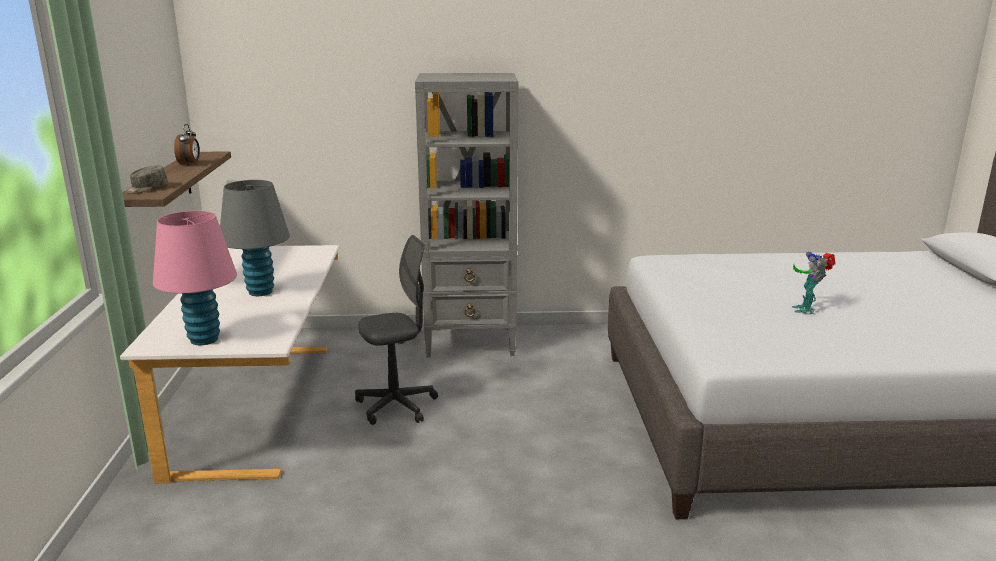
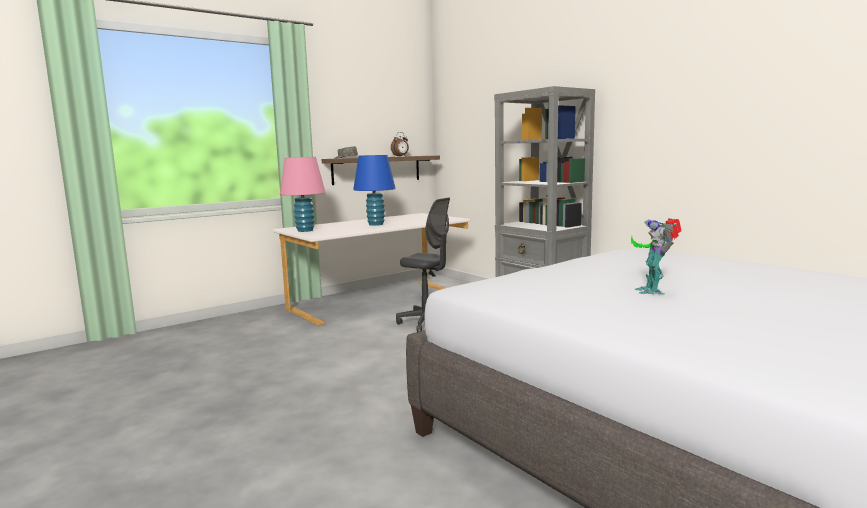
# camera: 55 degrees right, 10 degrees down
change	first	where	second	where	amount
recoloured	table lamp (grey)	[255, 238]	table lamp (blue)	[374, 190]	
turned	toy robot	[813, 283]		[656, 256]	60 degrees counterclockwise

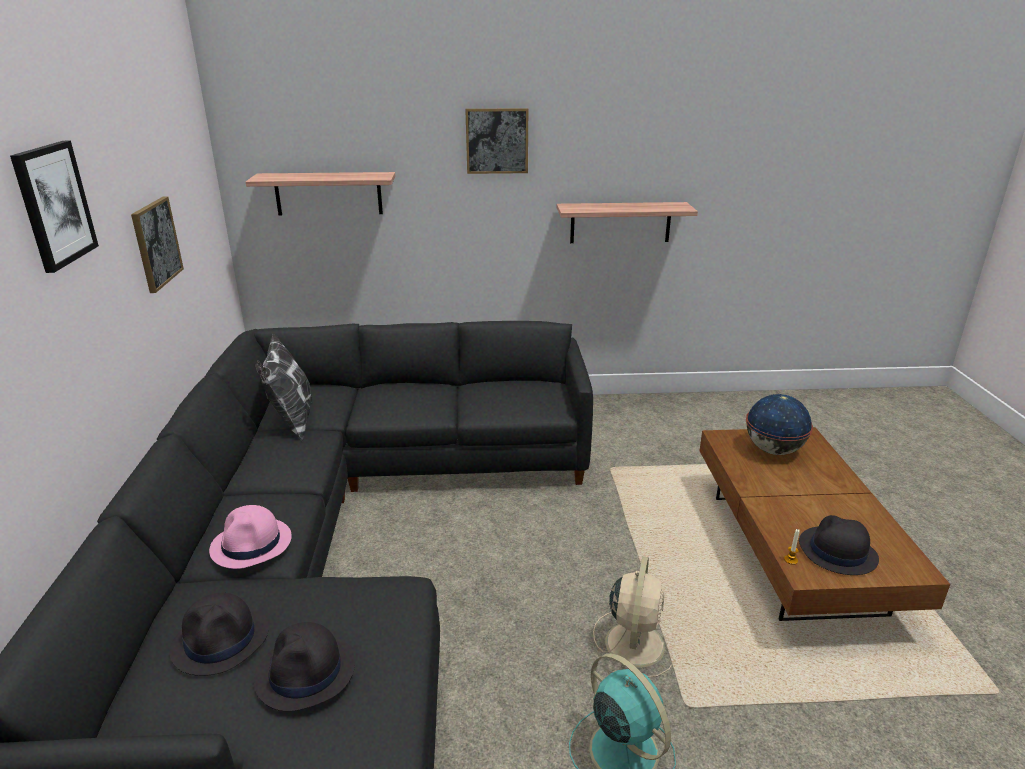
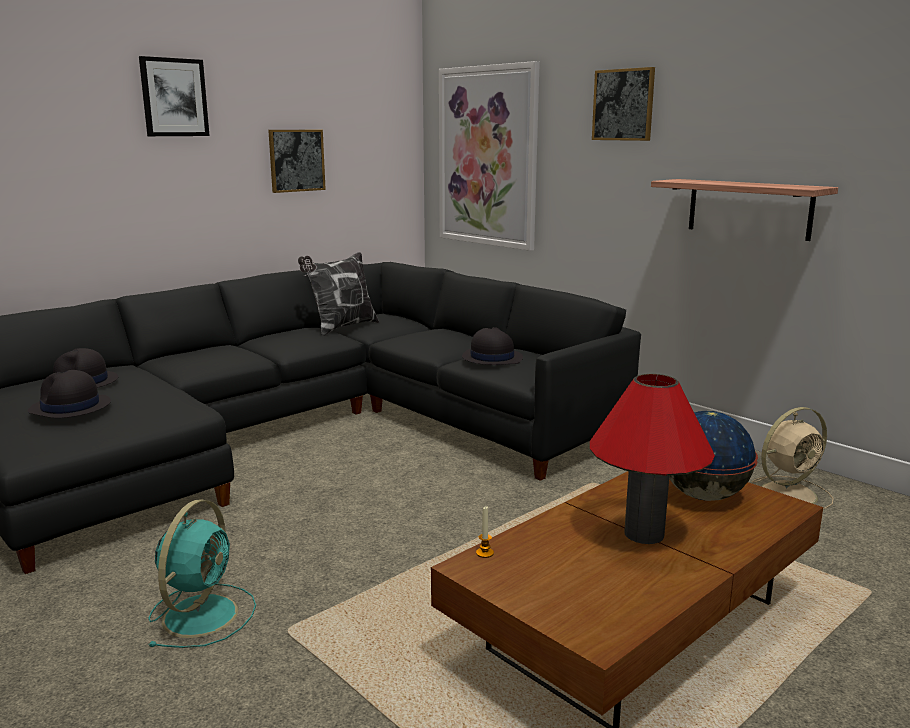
# camera: 50 degrees right, 10 degrees down
change	first	where	second	where	amount
removed	hat (pink)	[250, 537]			
replaced	shelf	[320, 194]	picture	[489, 156]	
moved	fan (beige)	[633, 616]		[792, 458]	
moved	hat (black)	[839, 545]		[492, 346]	
added			table lamp (red)	[652, 459]	

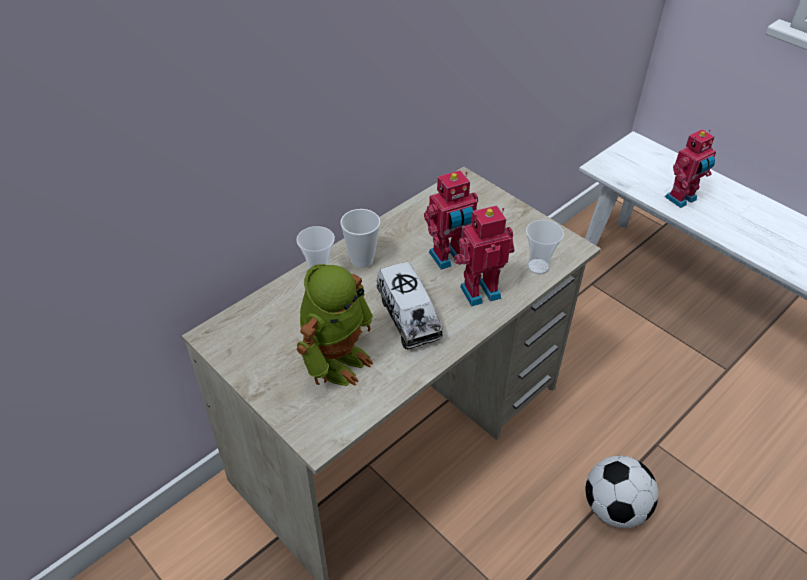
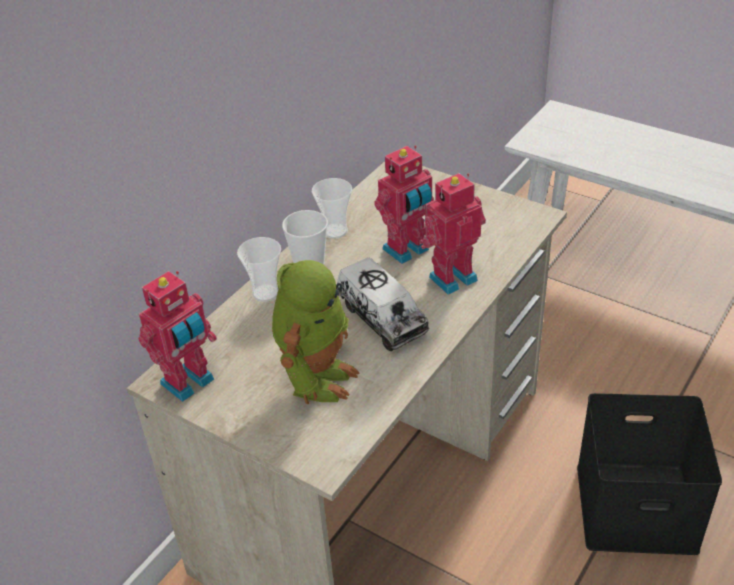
# camera: 10 degrees left, 5 degrees down
change	first	where	second	where	amount
moved	cup	[545, 247]		[332, 208]	
replaced	football	[622, 492]	storage box (black)	[649, 474]	
moved	toy robot	[690, 168]		[177, 336]	

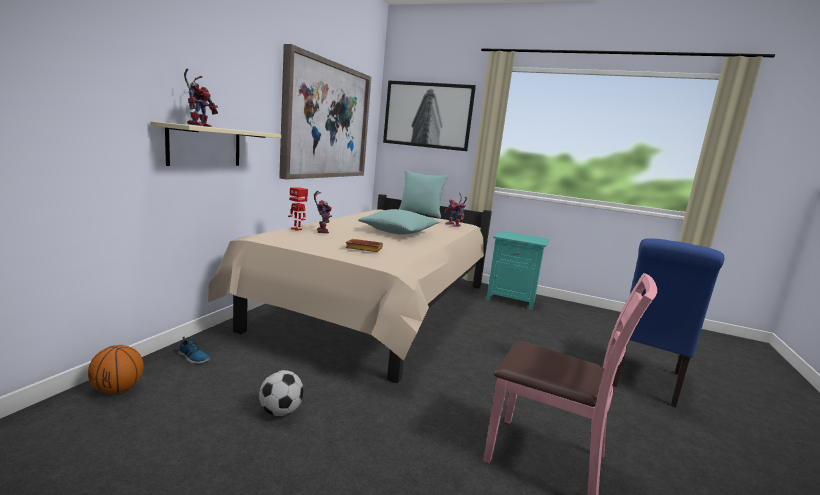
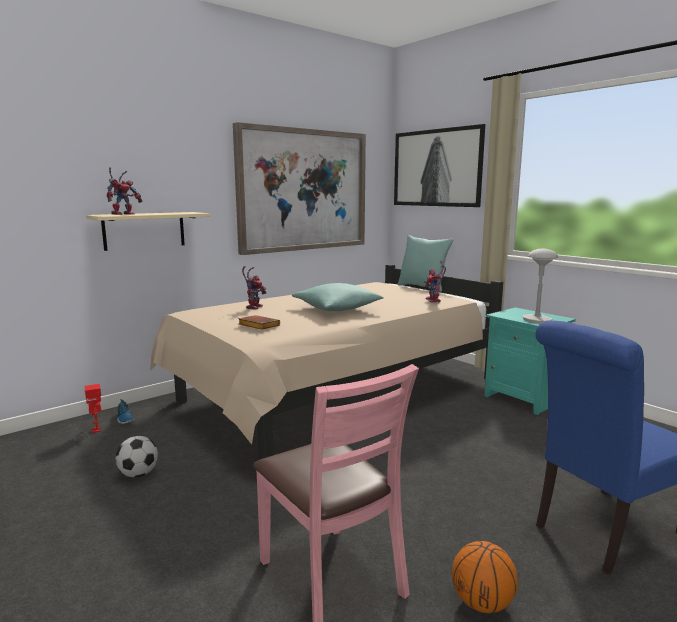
# camera: 30 degrees right, 0 degrees up
change	first	where	second	where	amount
moved	basketball	[116, 369]		[485, 577]	
moved	toy robot	[298, 209]		[93, 408]	
added			table lamp (grey)	[540, 286]	

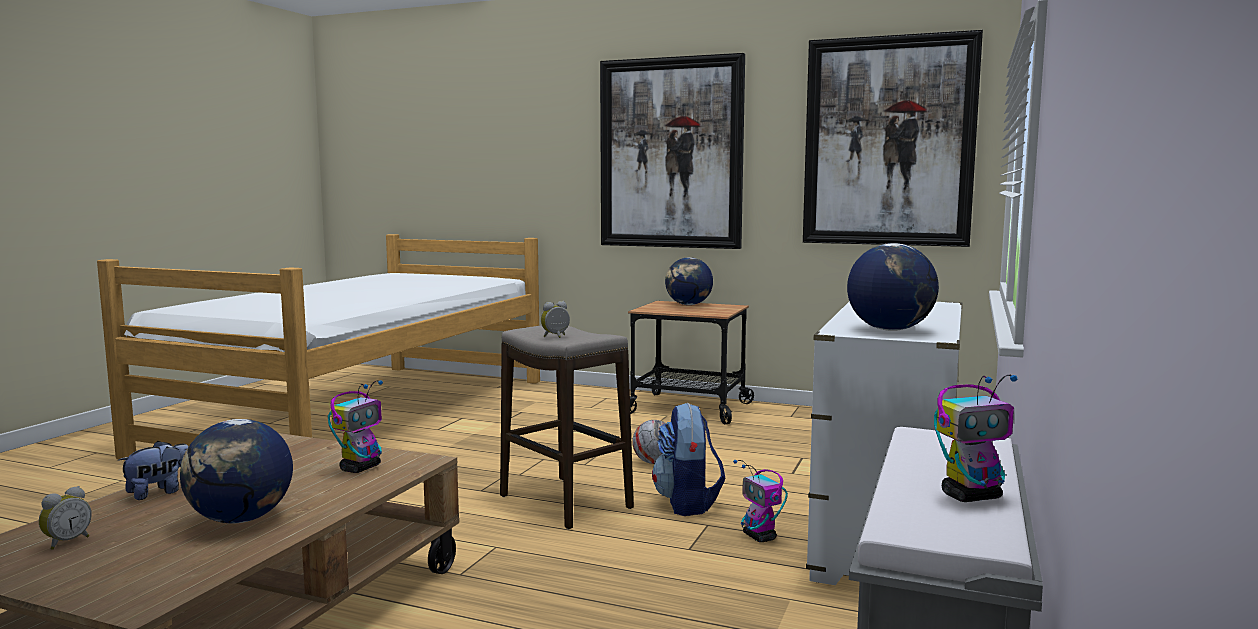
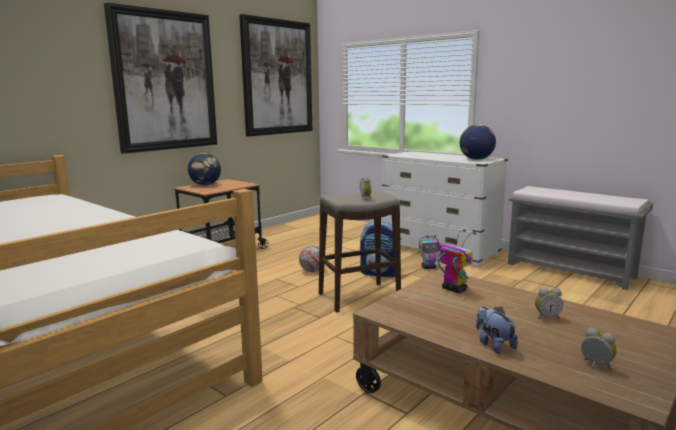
# camera: 70 degrees left, 5 degrees up
change	first	where	second	where	amount
replaced	globe	[236, 471]	alarm clock	[549, 303]	
removed	toy robot	[975, 438]			

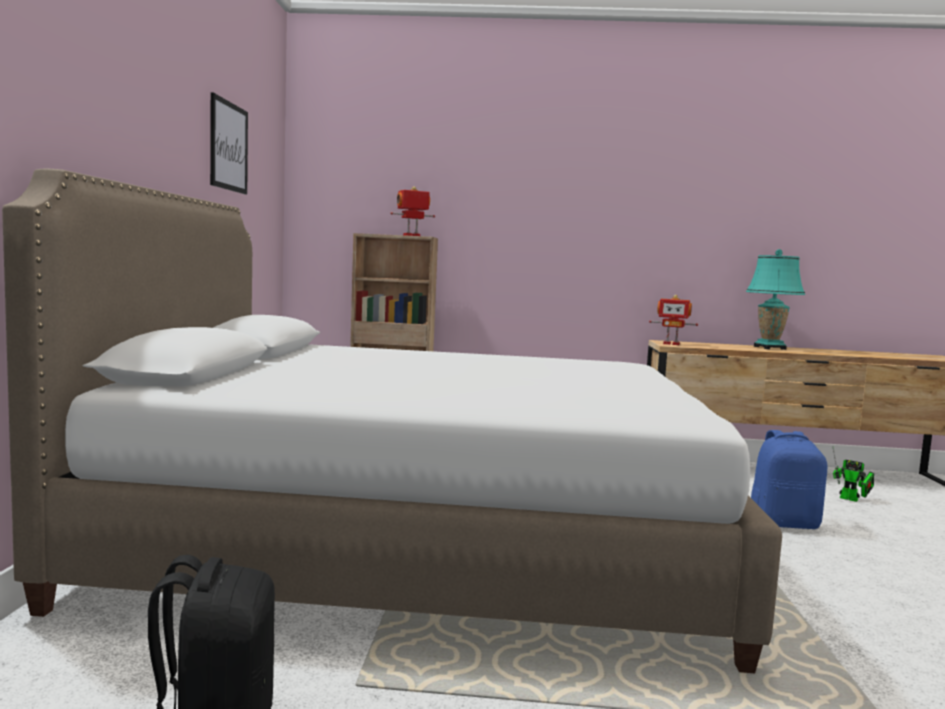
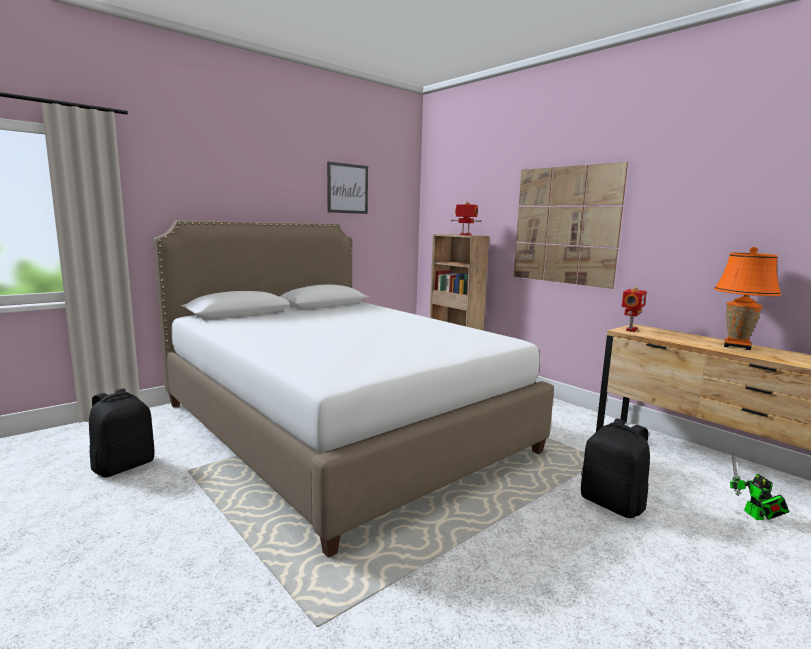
# camera: 45 degrees right, 5 degrees up
change	first	where	second	where	amount
turned	toy robot	[673, 320]		[634, 309]	120 degrees counterclockwise
recoloured	table lamp (turquoise)	[775, 299]	table lamp (orange)	[748, 298]	
recoloured	backpack (blue)	[789, 479]	backpack (black)	[615, 468]	
added			picture	[571, 225]	

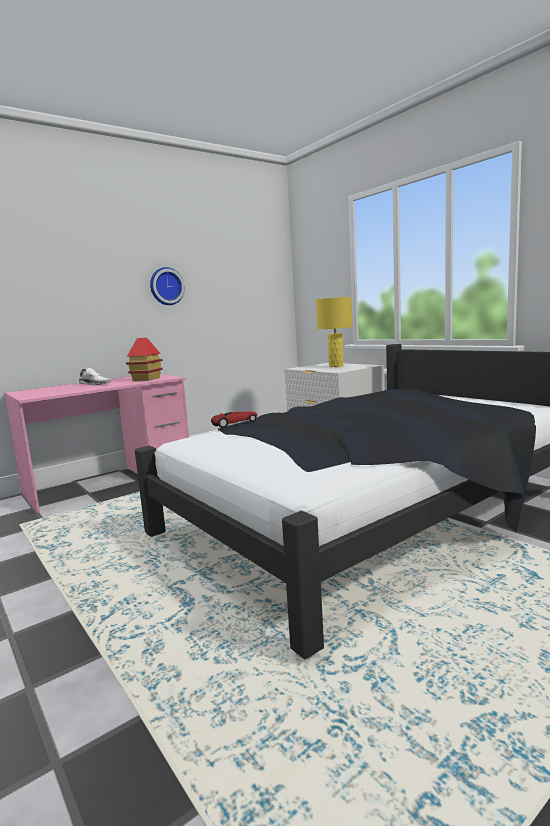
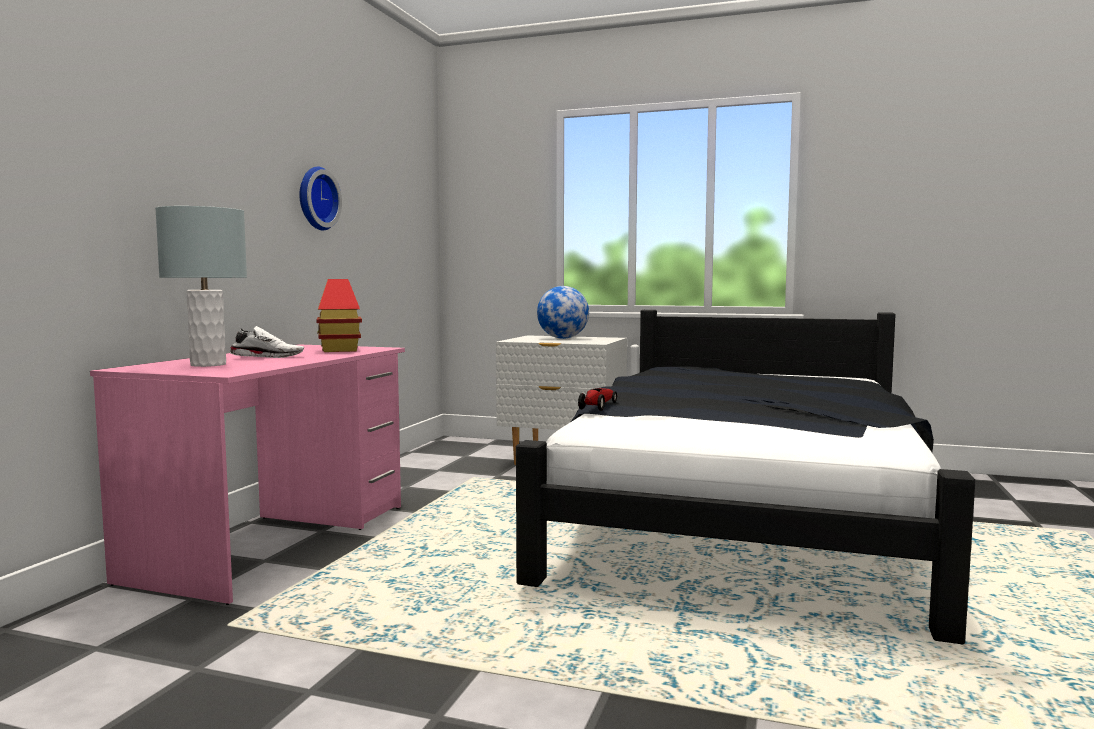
# camera: 35 degrees left, 5 degrees down
change	first	where	second	where	amount
replaced	table lamp (yellow)	[334, 332]	globe	[563, 312]	
added			table lamp (grey)	[201, 286]	

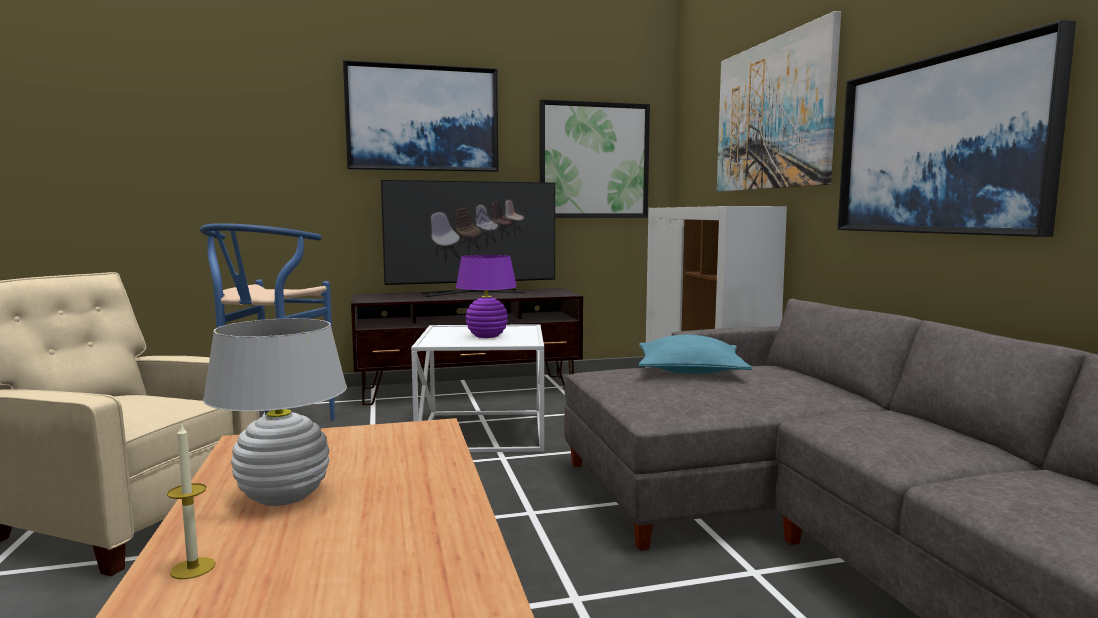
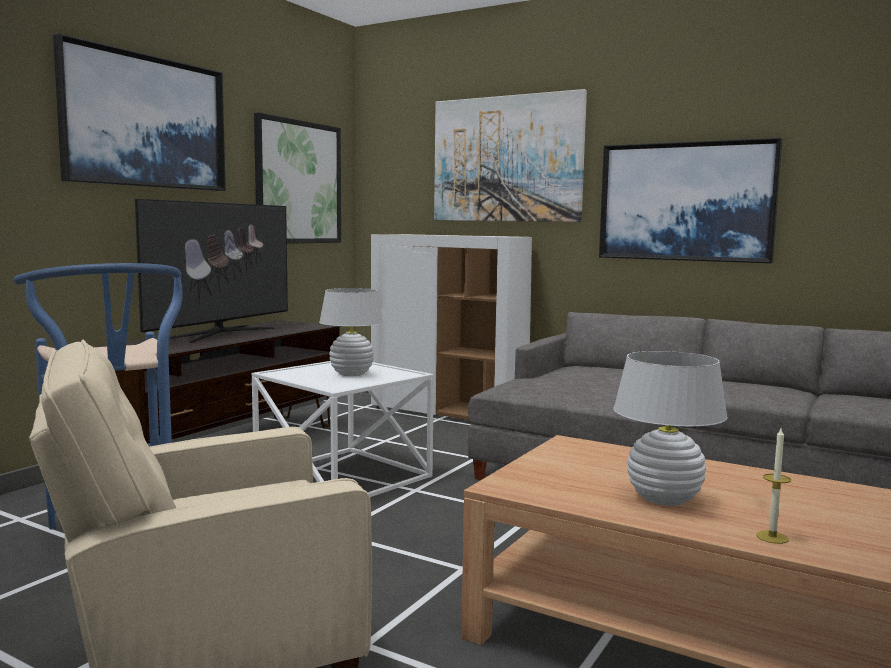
# camera: 45 degrees left, 0 degrees up
change	first	where	second	where	amount
recoloured	table lamp (purple)	[486, 296]	table lamp (white)	[351, 332]	
removed	pillow (turquoise)	[695, 354]			

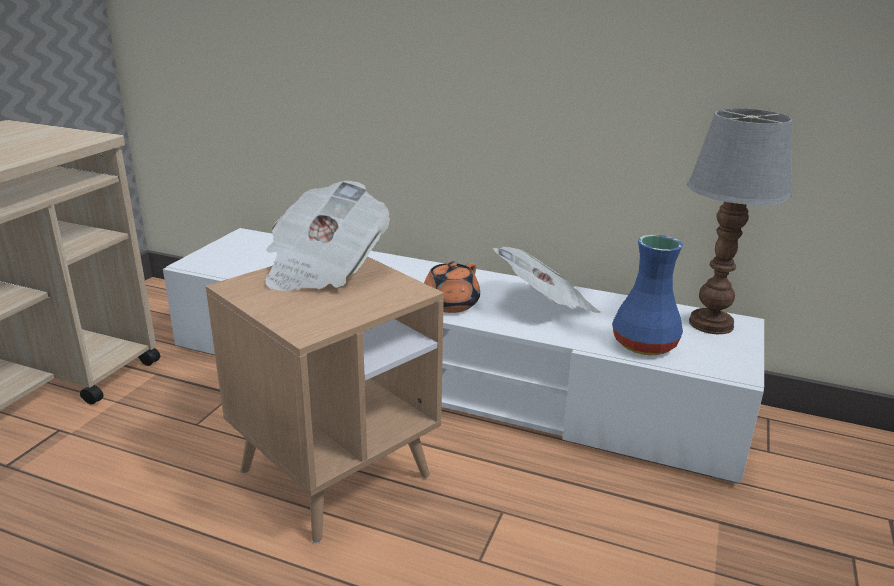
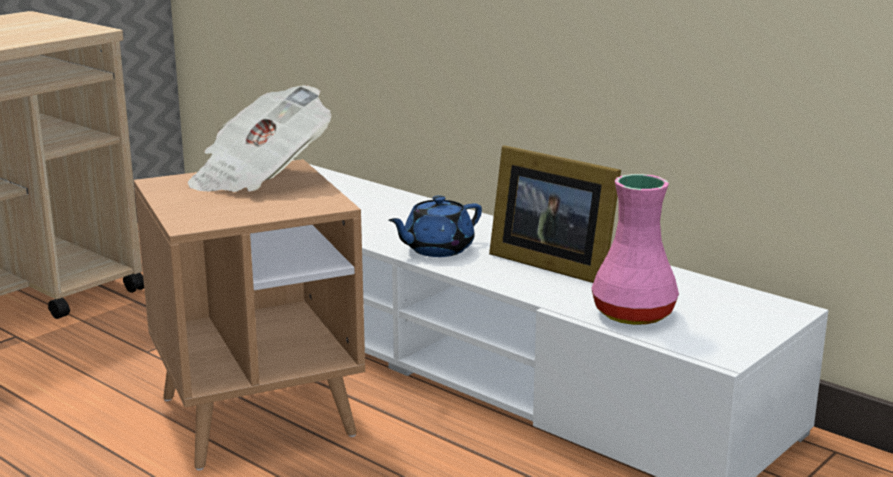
# camera: 20 degrees right, 5 degrees down
change	first	where	second	where	amount
recoloured	teapot (orange)	[452, 287]	teapot (blue)	[435, 226]	
replaced	newspaper	[547, 280]	picture frame	[555, 214]	
recoloured	vase (blue)	[647, 295]	vase (pink)	[635, 249]	
removed	table lamp	[739, 221]			

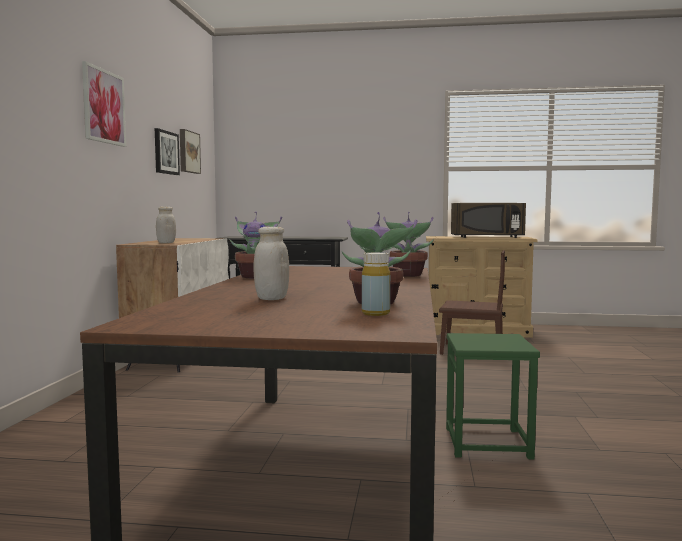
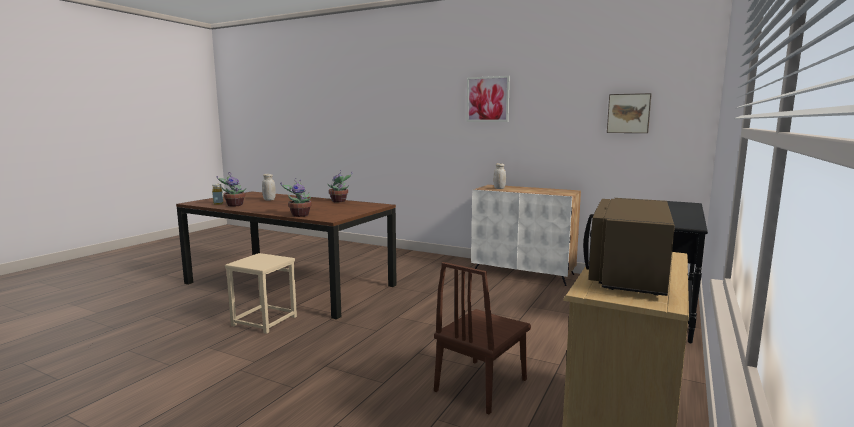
# camera: 110 degrees right, 5 degrees up
change	first	where	second	where	amount
removed	picture	[167, 151]			
recoloured	stool (green)	[493, 396]	stool (beige)	[261, 293]	

